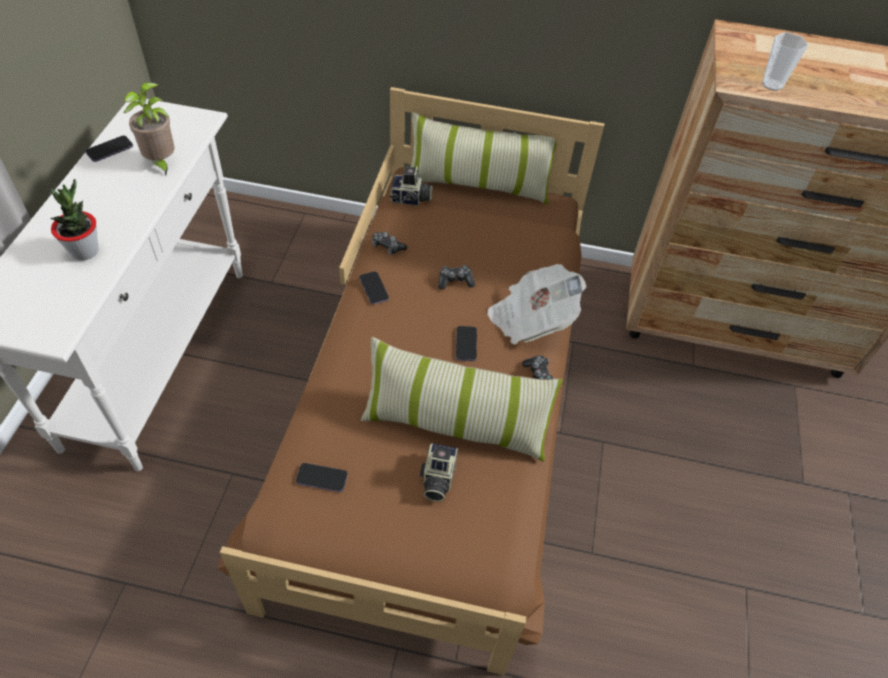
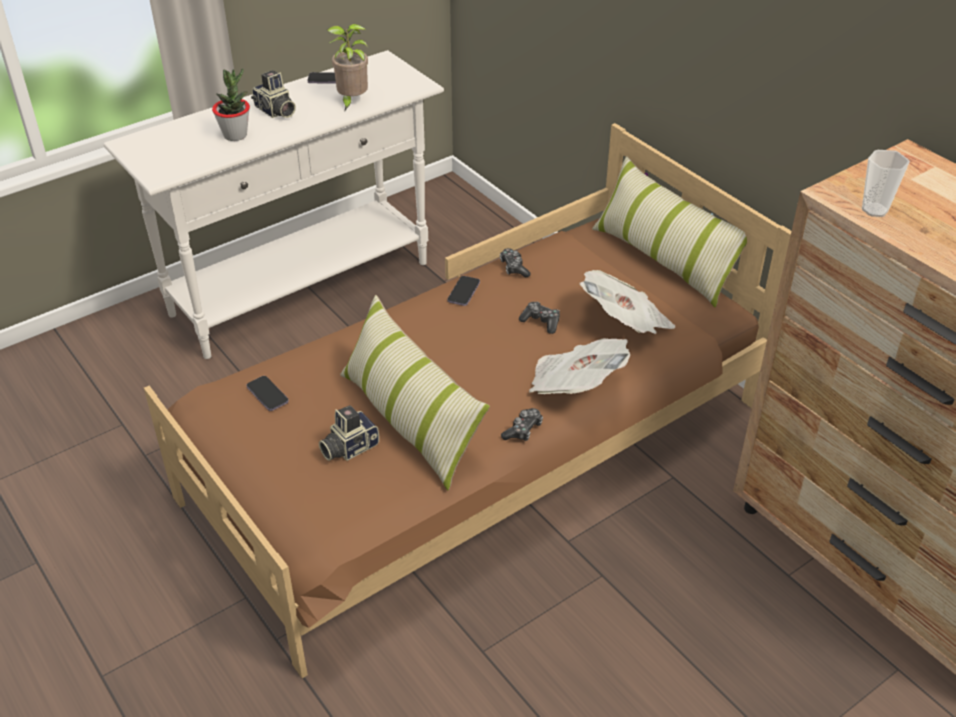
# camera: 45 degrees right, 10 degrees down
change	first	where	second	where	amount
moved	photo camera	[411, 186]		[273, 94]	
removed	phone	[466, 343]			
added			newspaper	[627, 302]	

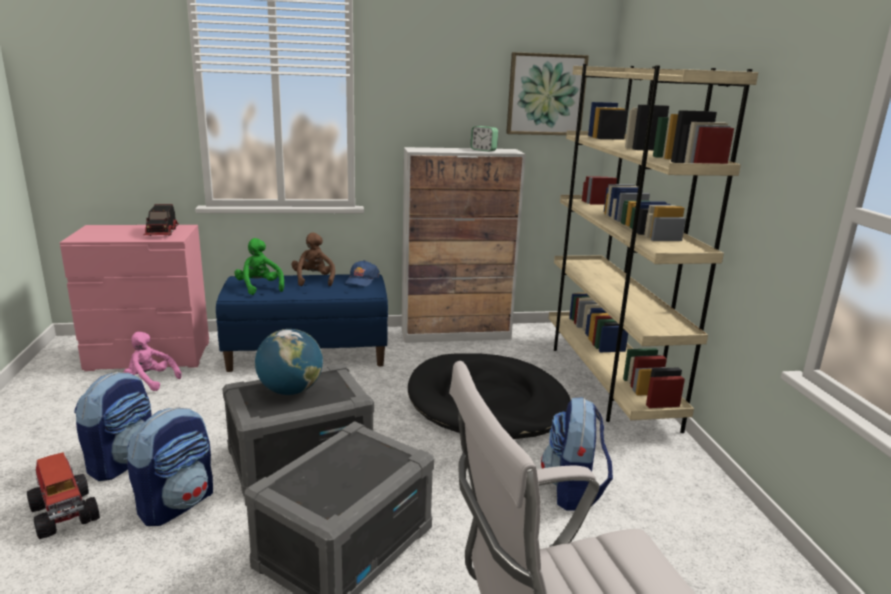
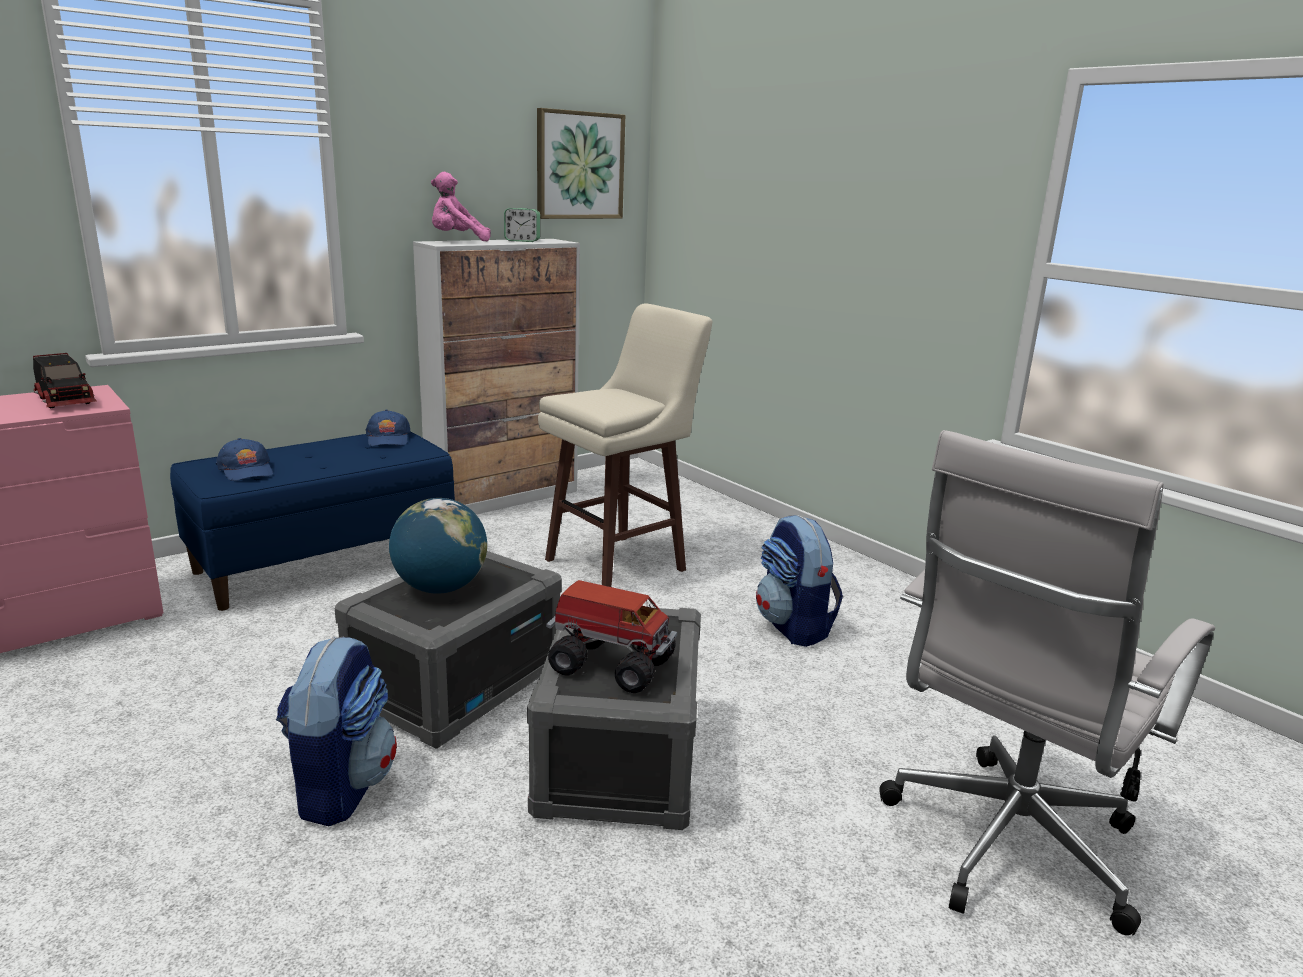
# camera: 30 degrees left, 0 degrees up
change	first	where	second	where	amount
moved	toy truck	[63, 495]		[611, 636]	
removed	backpack	[113, 426]			
moved	plush toy (pink)	[152, 361]		[461, 206]	
replaced	plush toy (green)	[259, 266]	cap (blue)	[244, 459]	
removed	plush toy (brown)	[313, 259]			
replaced	dog bed (black)	[489, 396]	stool (beige)	[625, 445]	
removed	bookcase (beige)	[653, 248]			

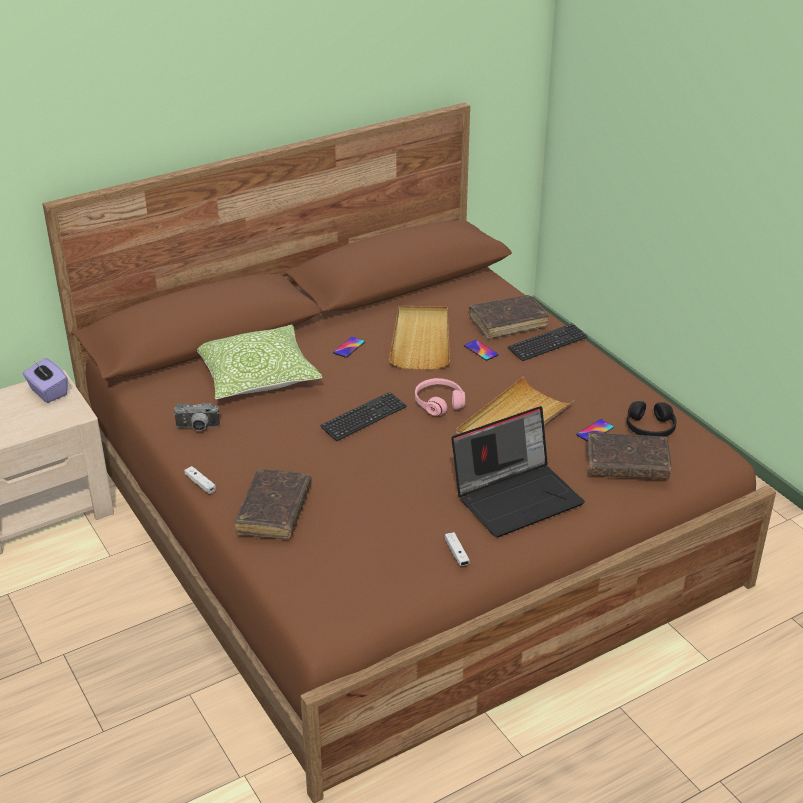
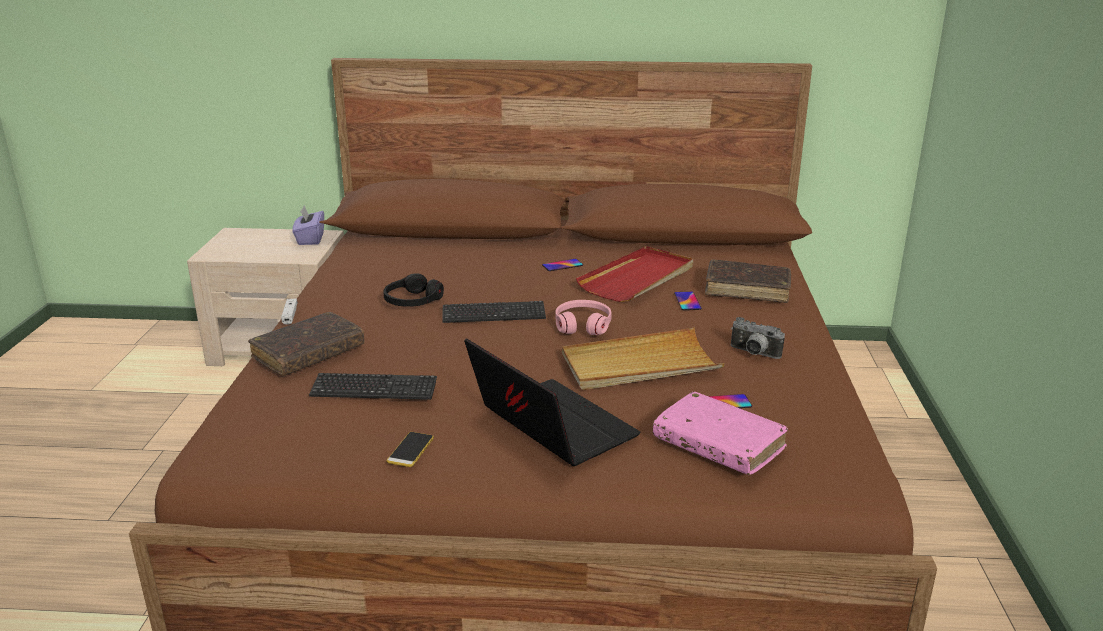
# camera: 35 degrees right, 10 degrees down
change	first	where	second	where	amount
moved	photo camera	[197, 417]		[758, 338]	
removed	pillow	[259, 362]			
recoloured	tray (beige)	[419, 338]	tray (red)	[634, 274]	
replaced	game controller (white)	[457, 549]	phone	[410, 449]	
turned	laptop	[518, 472]		[552, 402]	135 degrees counterclockwise
moved	keyboard	[548, 342]		[373, 386]	
recoloured	book (brown)	[629, 456]	book (pink)	[720, 433]	
moved	headphones (black)	[651, 419]		[413, 290]	

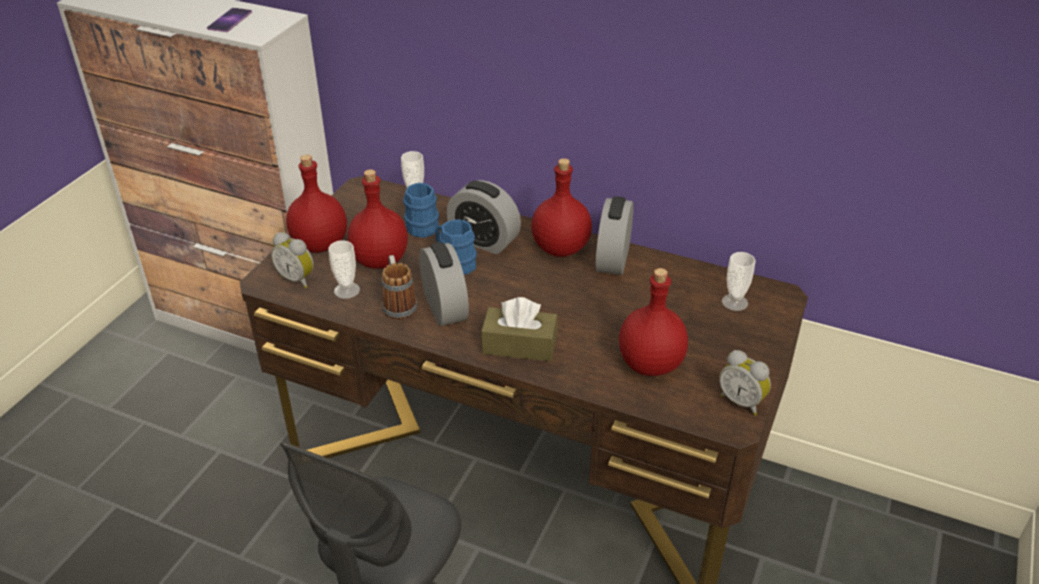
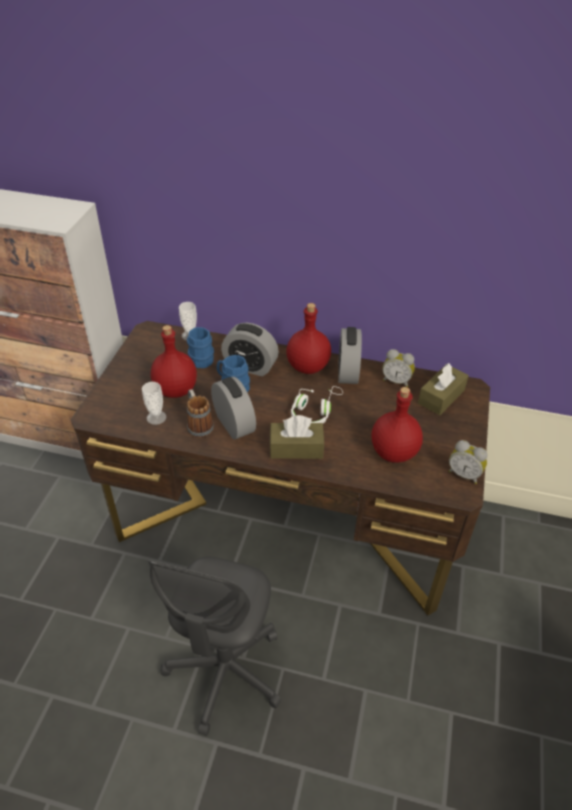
# camera: 10 degrees left, 5 degrees up
change	first	where	second	where	amount
removed	phone	[229, 20]			
moved	alarm clock	[292, 260]		[398, 368]	
removed	bottle (red)	[316, 204]			
replaced	cup	[739, 281]	tissue box (brown)	[443, 389]	
added			headphones (white)	[317, 404]	

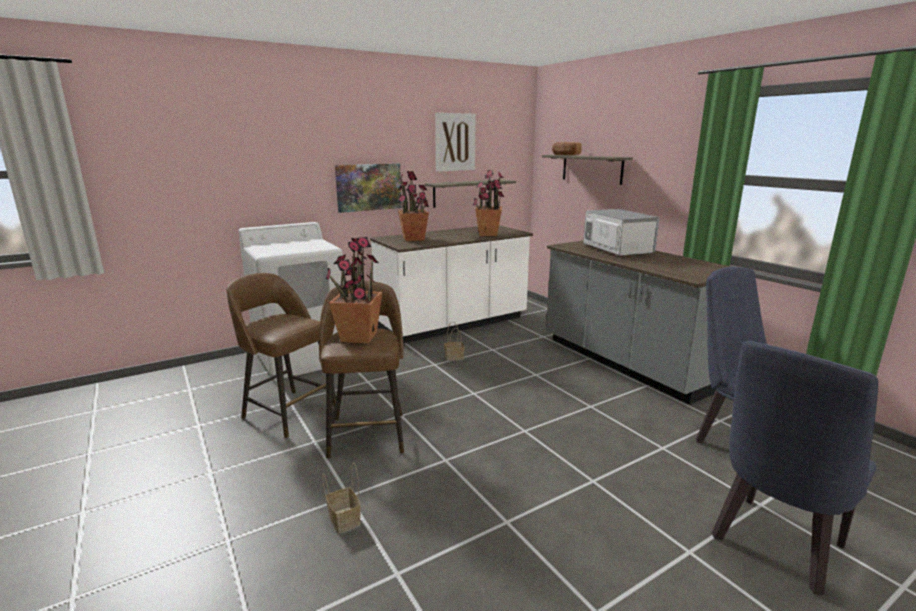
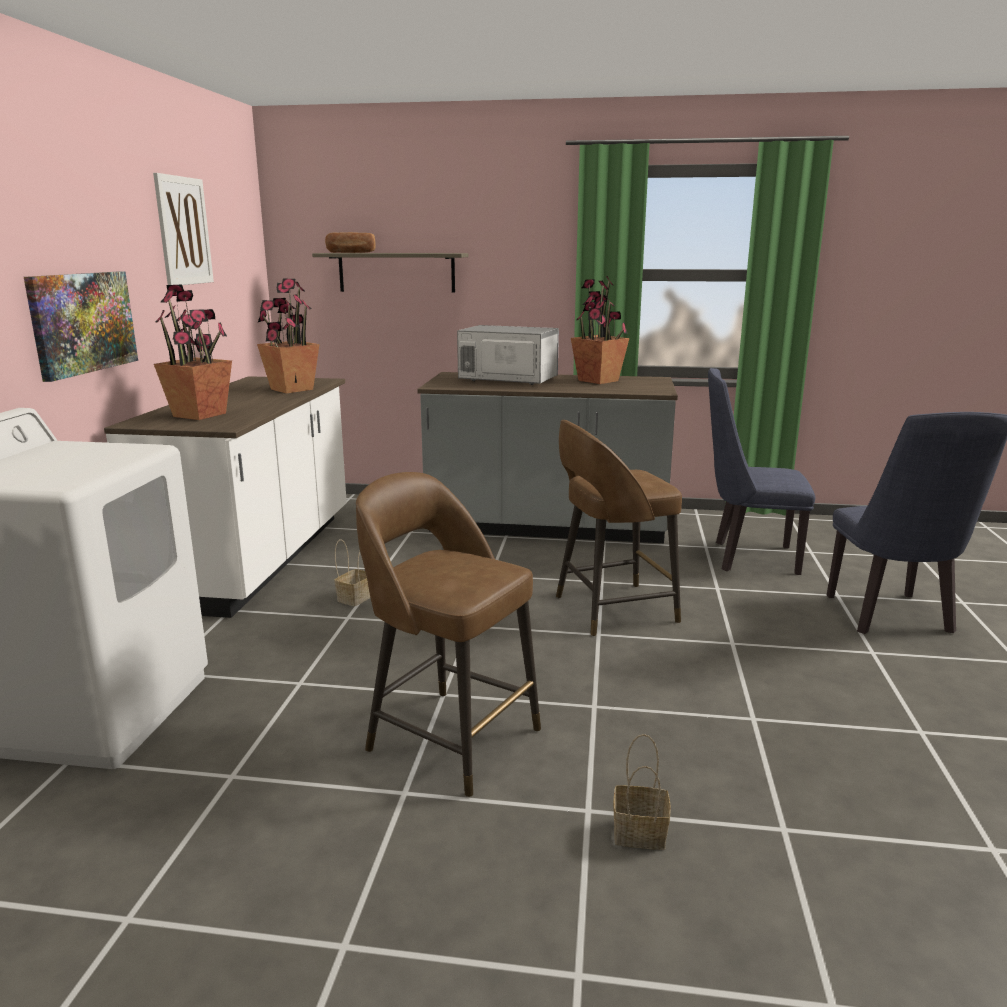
# camera: 50 degrees left, 0 degrees up
change	first	where	second	where	amount
moved	stool (brown)	[281, 355]		[619, 528]	
moved	potted plant	[354, 290]		[600, 330]	
removed	shelf	[470, 193]			

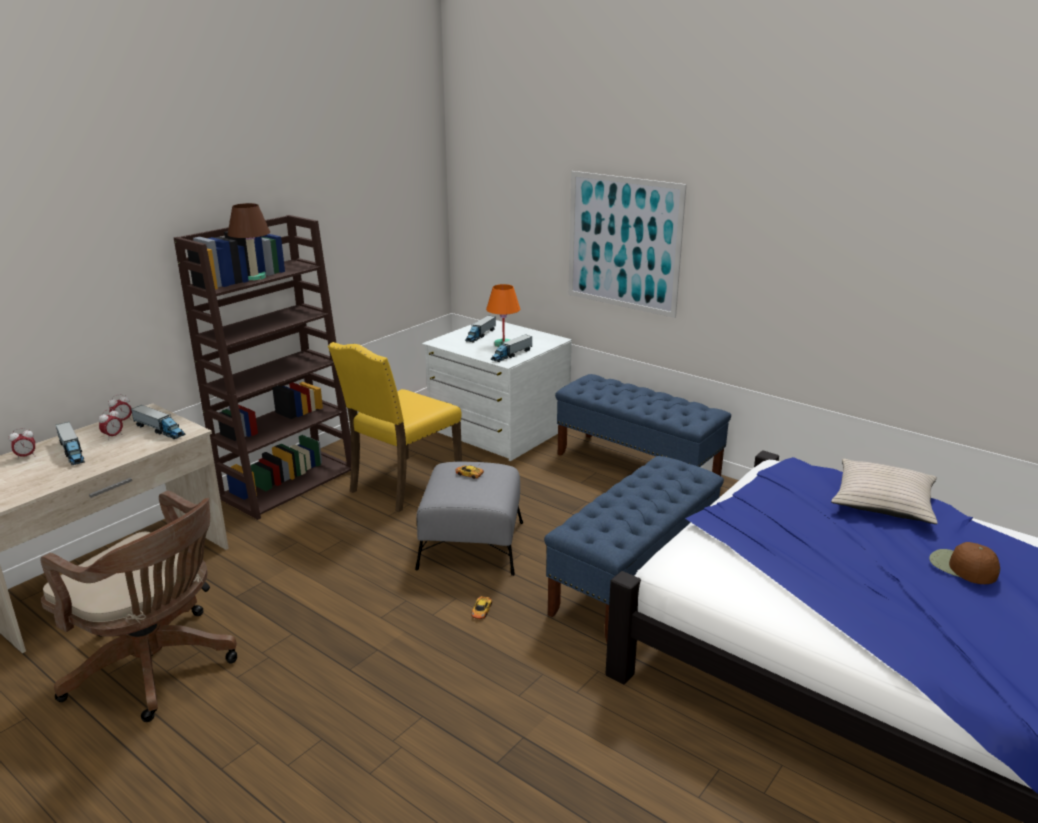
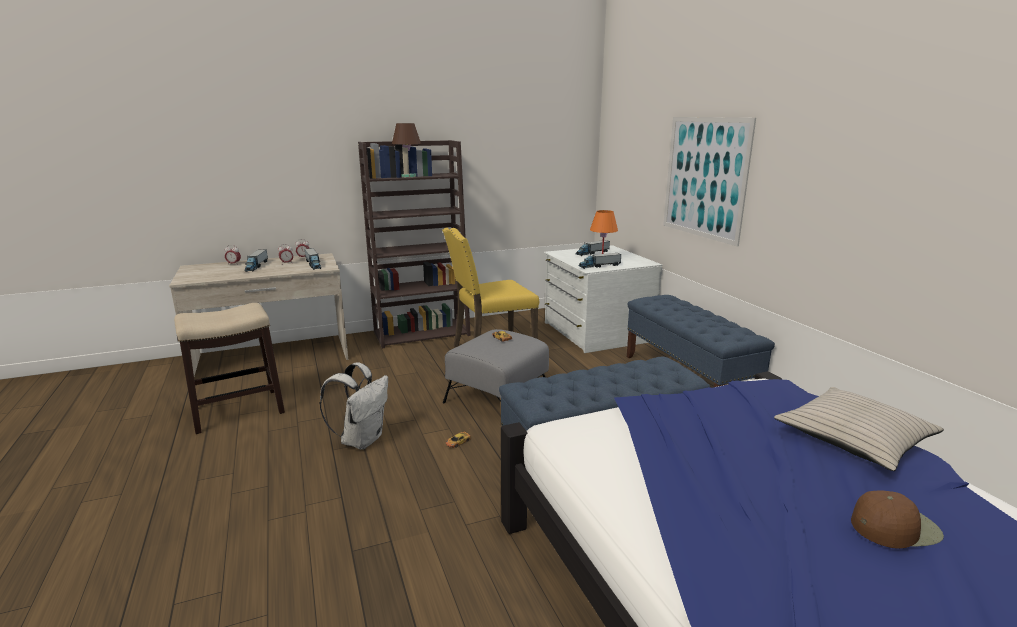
# camera: 30 degrees right, 5 degrees down
change	first	where	second	where	amount
replaced	office chair (brown)	[138, 606]	stool	[229, 368]	
turned	cap (brown)	[964, 563]		[897, 519]	90 degrees clockwise
added			backpack (white)	[353, 406]	

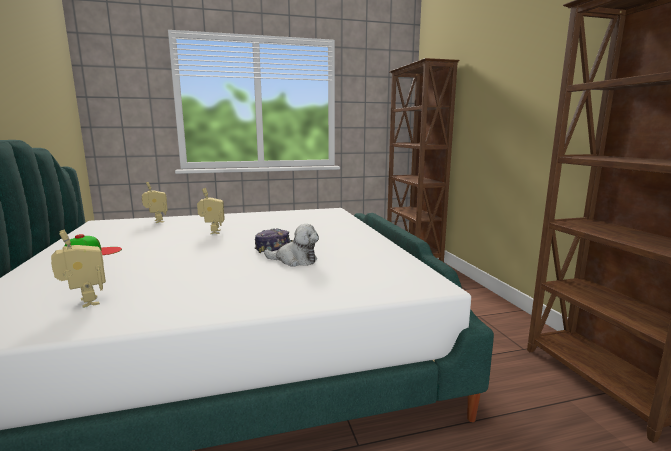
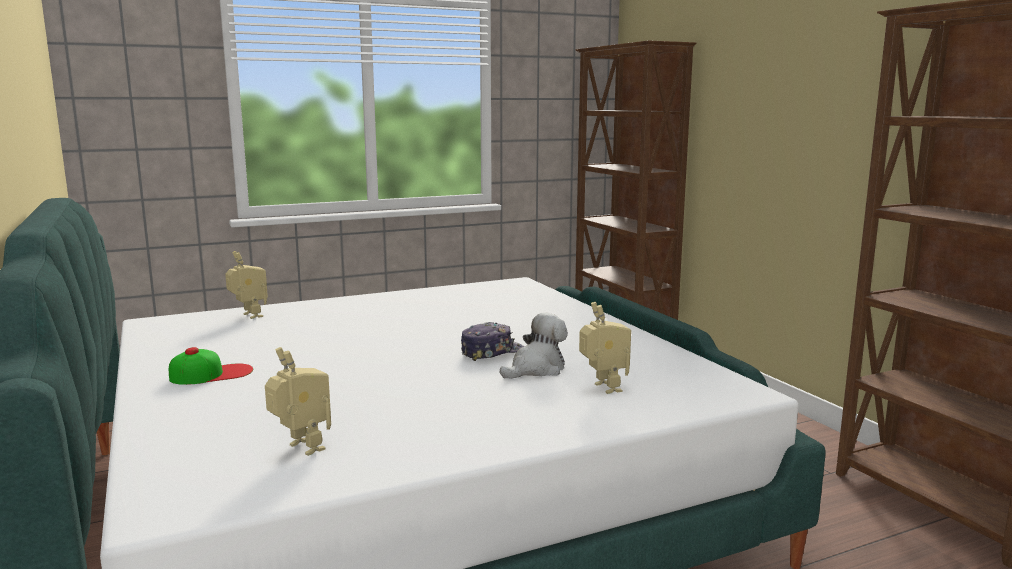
# camera: 10 degrees left, 0 degrees up
change	first	where	second	where	amount
moved	toy robot	[211, 211]		[605, 348]	
turned	plush toy	[291, 245]		[534, 346]	45 degrees counterclockwise

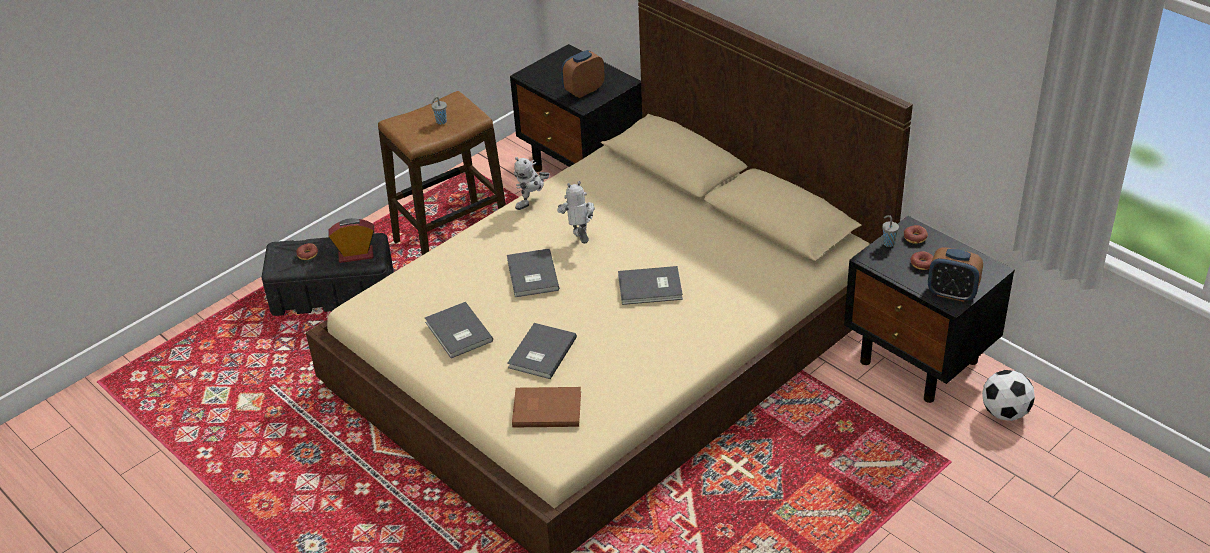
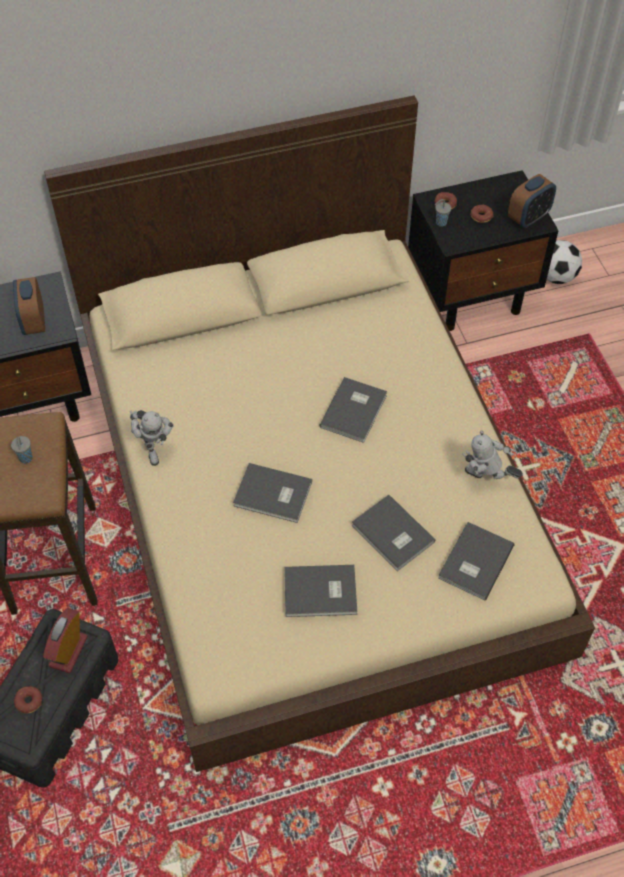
# camera: 65 degrees left, 15 degrees up
change	first	where	second	where	amount
recoloured	book (brown)	[546, 407]	book (grey)	[476, 561]	
moved	toy robot	[576, 212]		[493, 454]	

